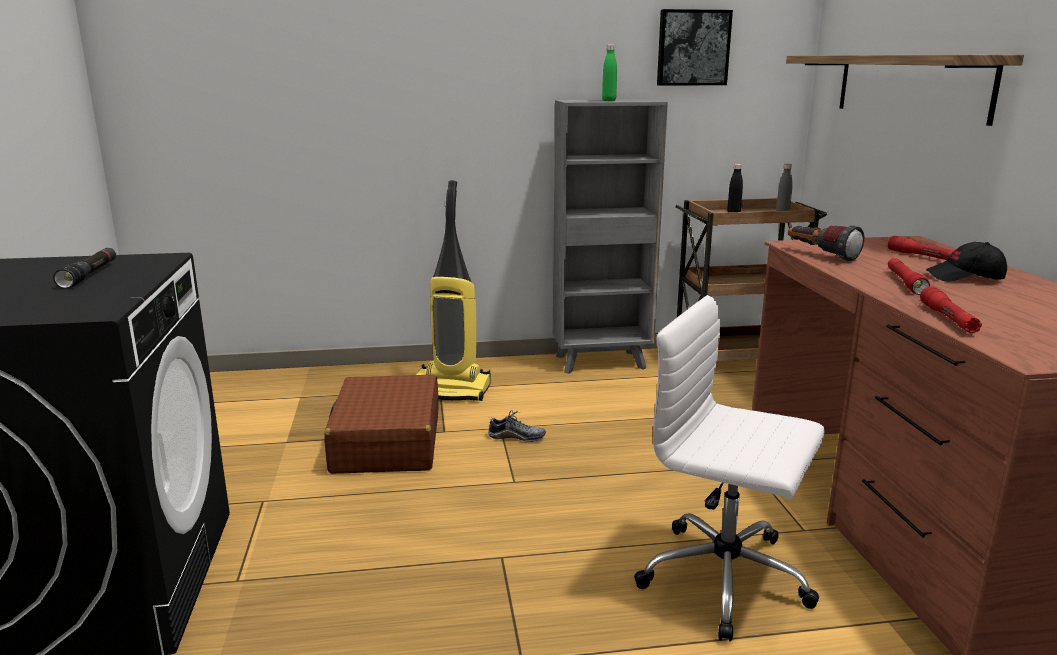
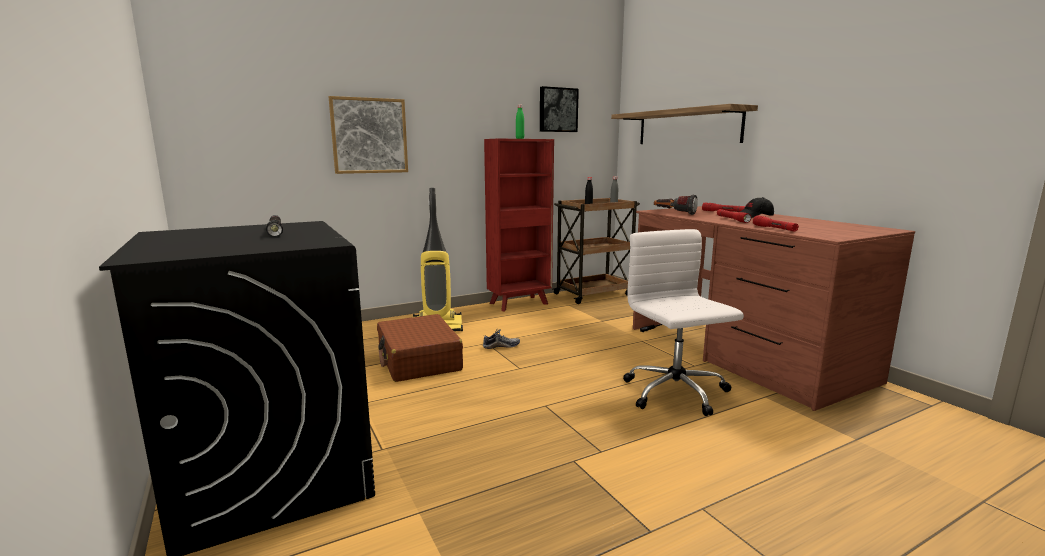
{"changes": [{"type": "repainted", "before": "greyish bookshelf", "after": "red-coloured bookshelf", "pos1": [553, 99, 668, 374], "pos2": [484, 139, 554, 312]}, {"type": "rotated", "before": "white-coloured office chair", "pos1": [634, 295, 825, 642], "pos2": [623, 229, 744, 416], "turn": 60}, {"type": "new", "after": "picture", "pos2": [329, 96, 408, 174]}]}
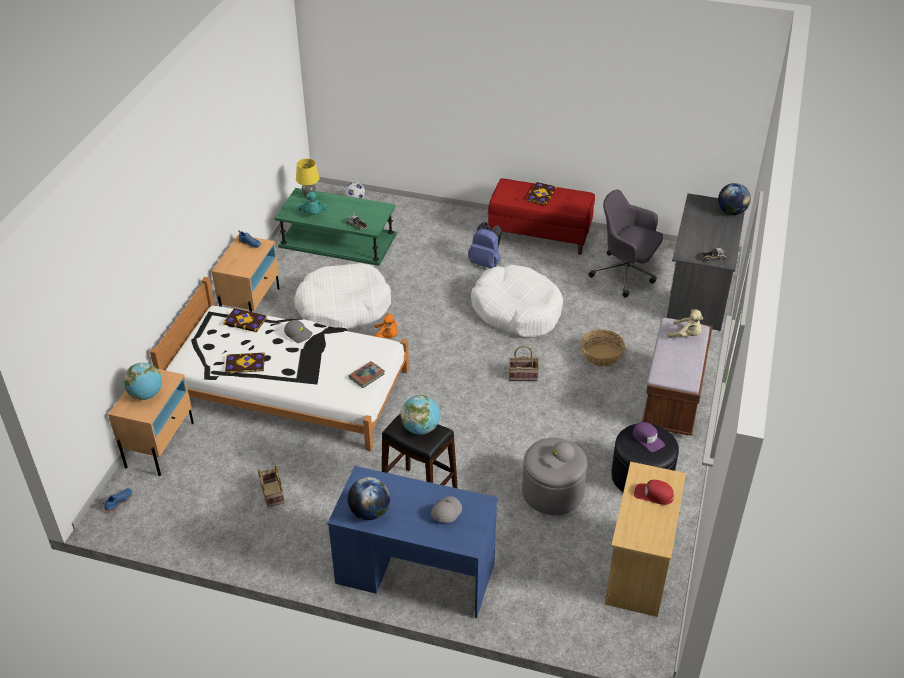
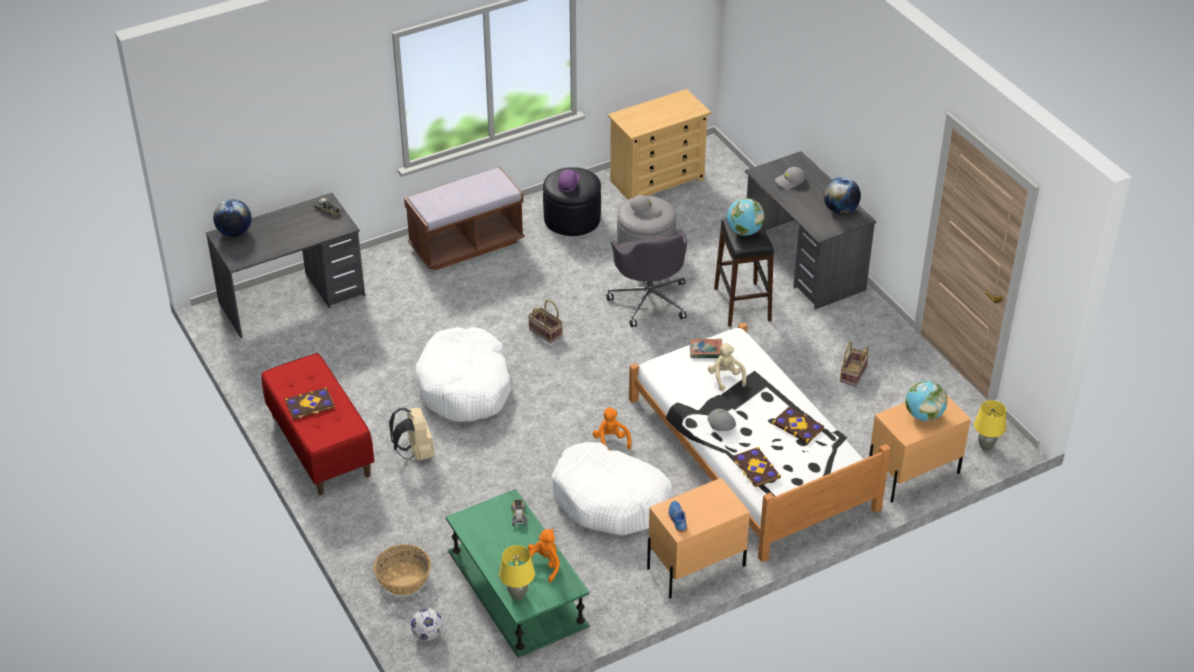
{"changes": [{"type": "shifted", "before": "greyish office chair", "pos1": [588, 190, 663, 298], "pos2": [606, 229, 687, 327]}, {"type": "repainted", "before": "blue-green cuddly toy", "after": "orange-coloured cuddly toy", "pos1": [298, 191, 327, 215], "pos2": [528, 529, 560, 583]}, {"type": "repainted", "before": "bluish backpack", "after": "beige-coloured backpack", "pos1": [468, 222, 502, 268], "pos2": [389, 408, 435, 460]}, {"type": "shifted", "before": "beige-coloured cuddly toy", "pos1": [667, 309, 703, 338], "pos2": [708, 343, 746, 391]}, {"type": "shifted", "before": "storage basket", "pos1": [581, 329, 625, 367], "pos2": [374, 544, 431, 595]}, {"type": "repainted", "before": "bluish desk unit", "after": "greyish desk unit", "pos1": [327, 466, 498, 618], "pos2": [745, 151, 876, 310]}, {"type": "gone", "before": "red-coloured baseball cap", "pos1": [634, 480, 674, 505]}, {"type": "swapped", "before": "bluish item of footwear", "after": "yellow-coloured tabletop lamp", "pos1": [103, 488, 132, 513], "pos2": [974, 400, 1006, 451]}]}
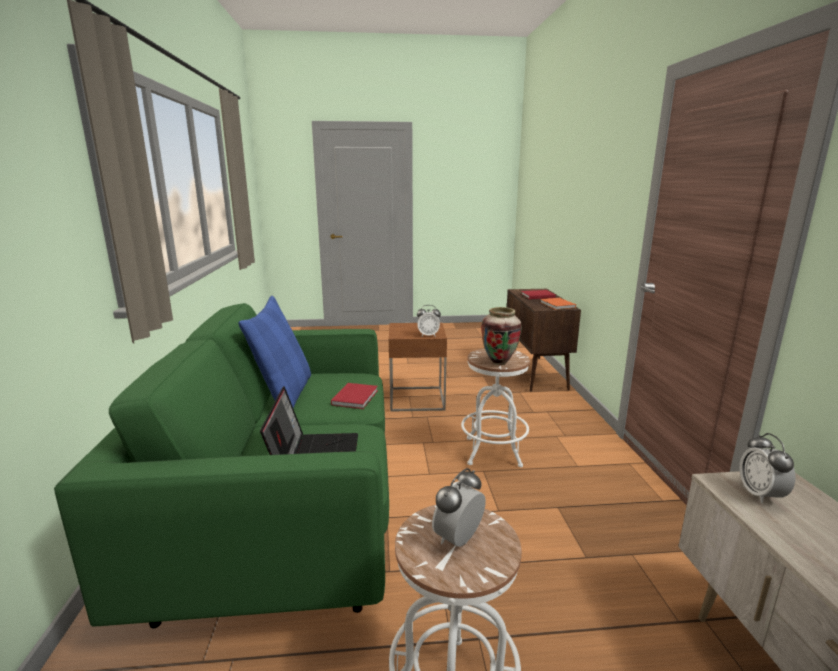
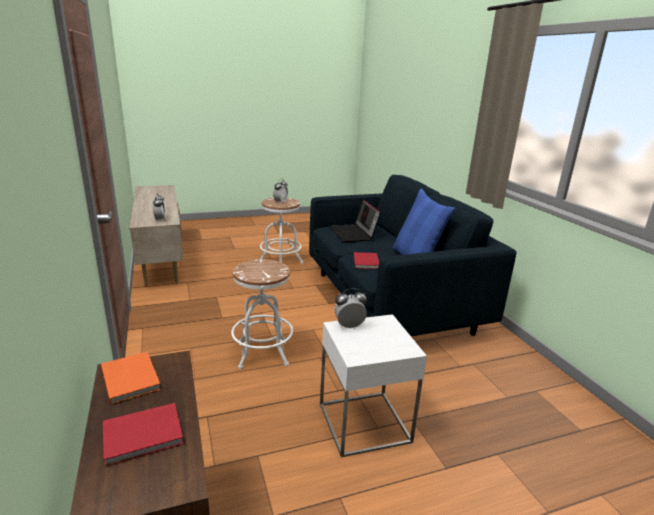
{"changes": [{"type": "repainted", "before": "green couch", "after": "bluish couch", "pos1": [54, 303, 389, 628], "pos2": [309, 175, 517, 336]}, {"type": "gone", "before": "decorative vase", "pos1": [481, 307, 522, 365]}, {"type": "repainted", "before": "brownish accent table", "after": "white-coloured accent table", "pos1": [389, 322, 447, 412], "pos2": [320, 314, 427, 457]}]}
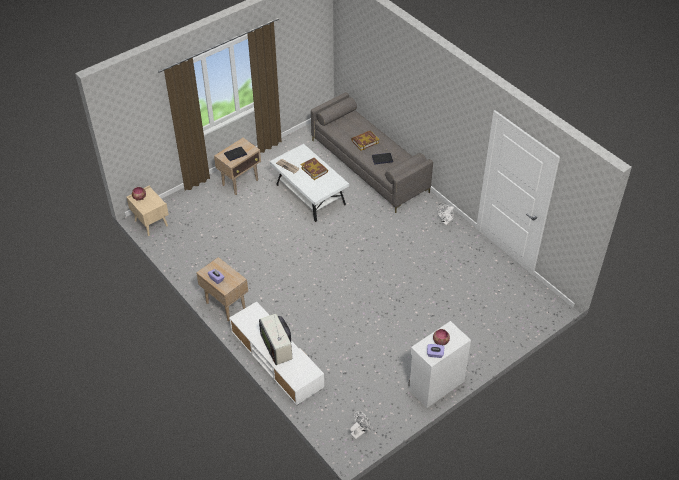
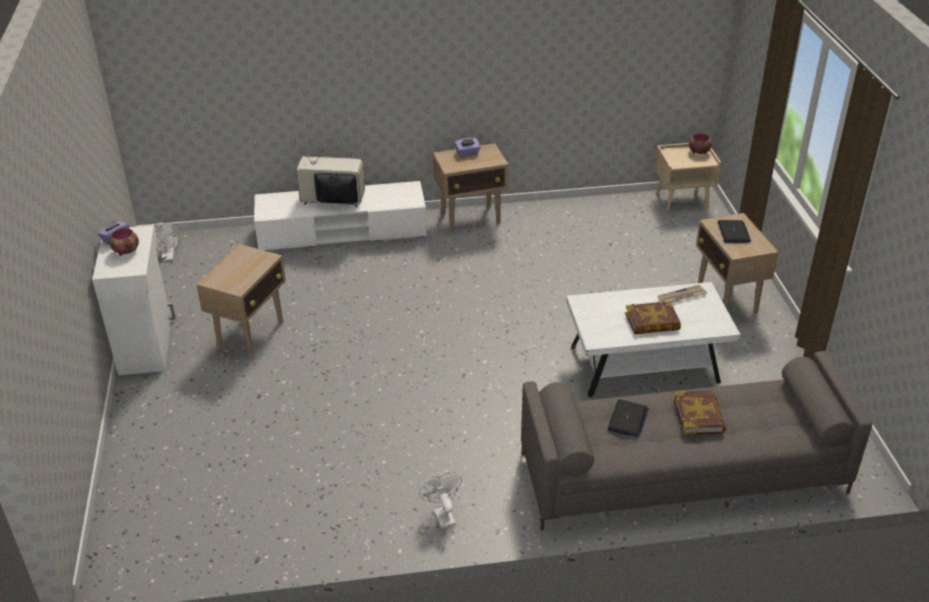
{"changes": [{"type": "new", "after": "beige-coloured accent table", "pos2": [197, 244, 286, 357]}]}
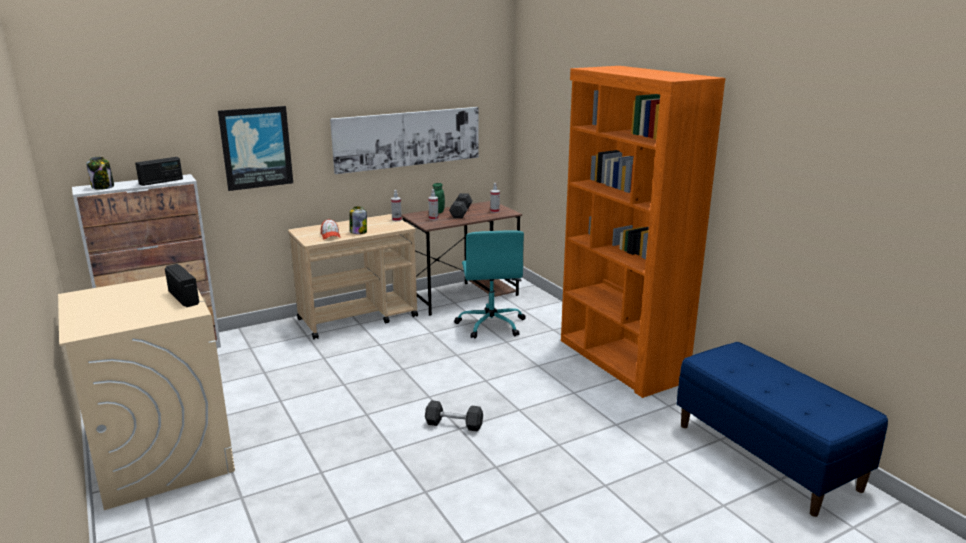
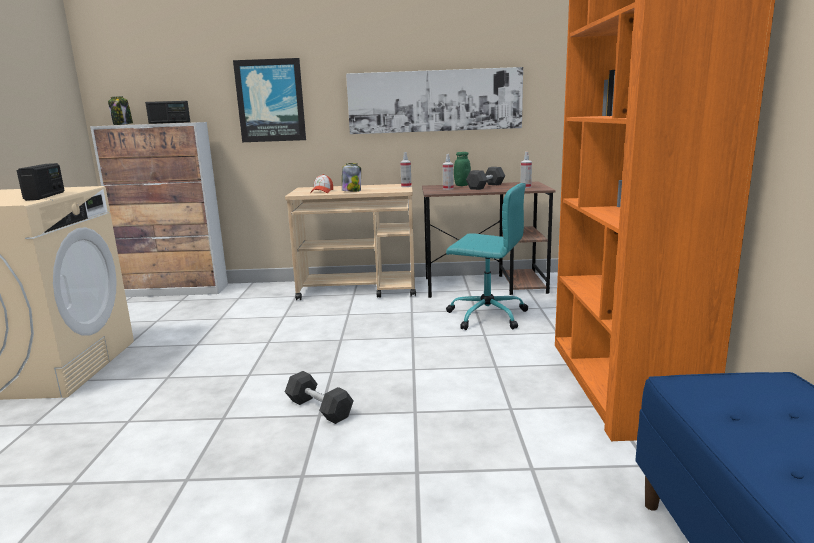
{"changes": [{"type": "rotated", "before": "blue-green office chair", "pos1": [454, 230, 526, 339], "pos2": [446, 183, 528, 330], "turn": -90}]}
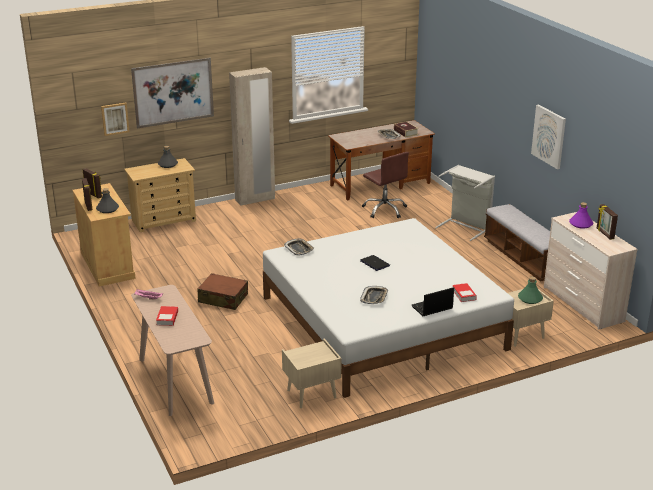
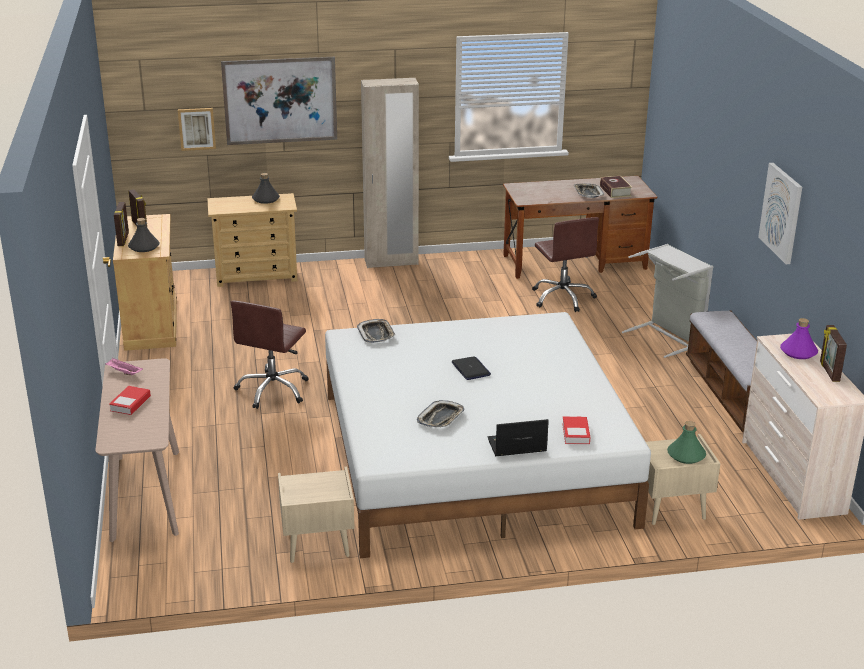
{"changes": [{"type": "swapped", "before": "brownish travel case", "after": "brownish office chair", "pos1": [198, 273, 248, 310], "pos2": [231, 300, 309, 409]}]}
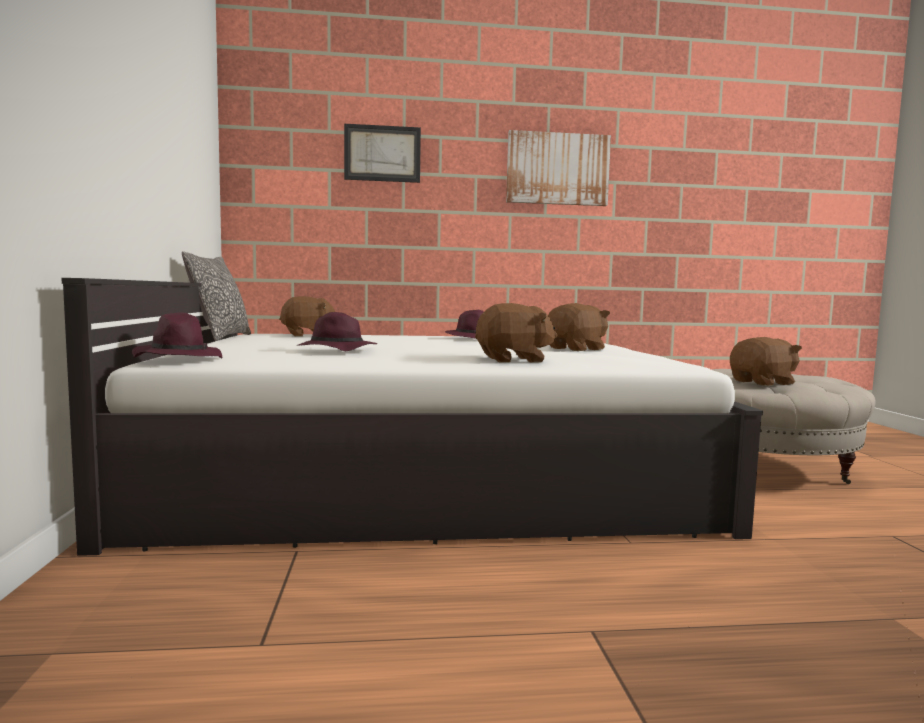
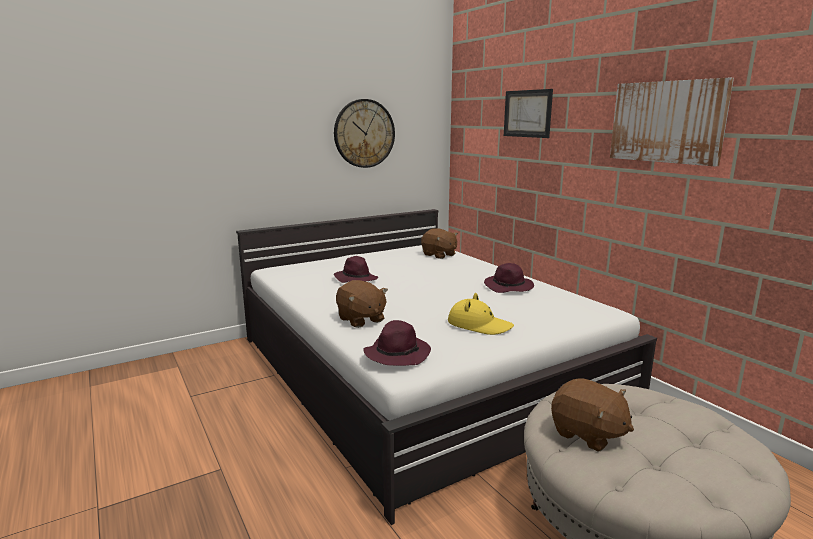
{"changes": [{"type": "gone", "before": "cushion", "pos1": [182, 251, 251, 341]}, {"type": "swapped", "before": "brownish cuddly toy", "after": "yellow-coloured wearable hat", "pos1": [548, 303, 610, 351], "pos2": [448, 293, 514, 335]}, {"type": "shifted", "before": "purplish wearable hat", "pos1": [132, 313, 222, 358], "pos2": [363, 320, 431, 366]}, {"type": "new", "after": "clock on the wall", "pos2": [334, 99, 395, 168]}]}
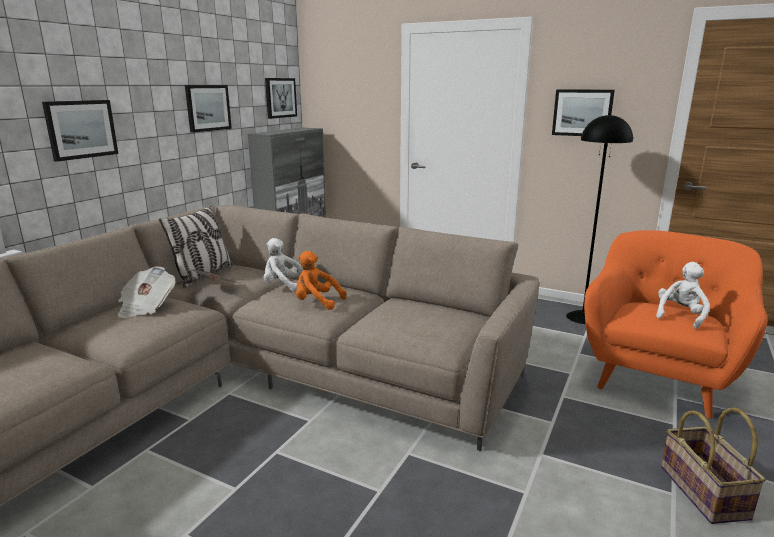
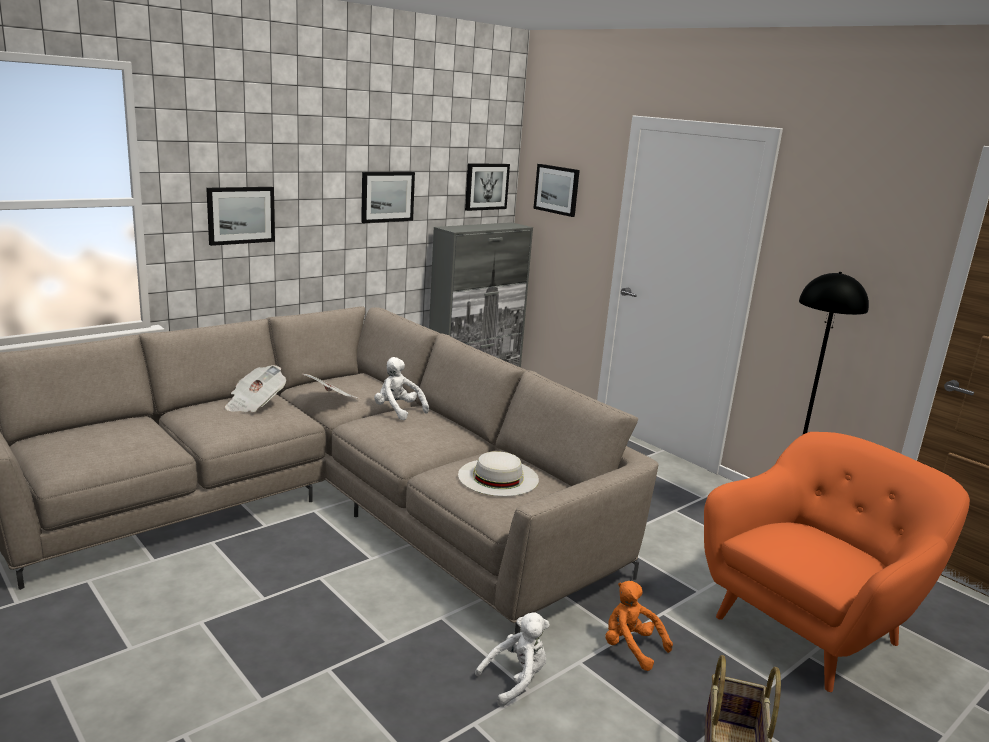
{"changes": [{"type": "shifted", "before": "picture", "pos1": [552, 89, 615, 136], "pos2": [533, 164, 580, 217]}, {"type": "gone", "before": "cushion", "pos1": [159, 206, 233, 288]}, {"type": "shifted", "before": "orange-coloured cuddly toy", "pos1": [296, 251, 347, 310], "pos2": [605, 581, 673, 671]}, {"type": "shifted", "before": "white-coloured cuddly toy", "pos1": [656, 262, 710, 329], "pos2": [475, 612, 550, 707]}, {"type": "new", "after": "white-coloured wearable hat", "pos2": [458, 451, 539, 496]}]}
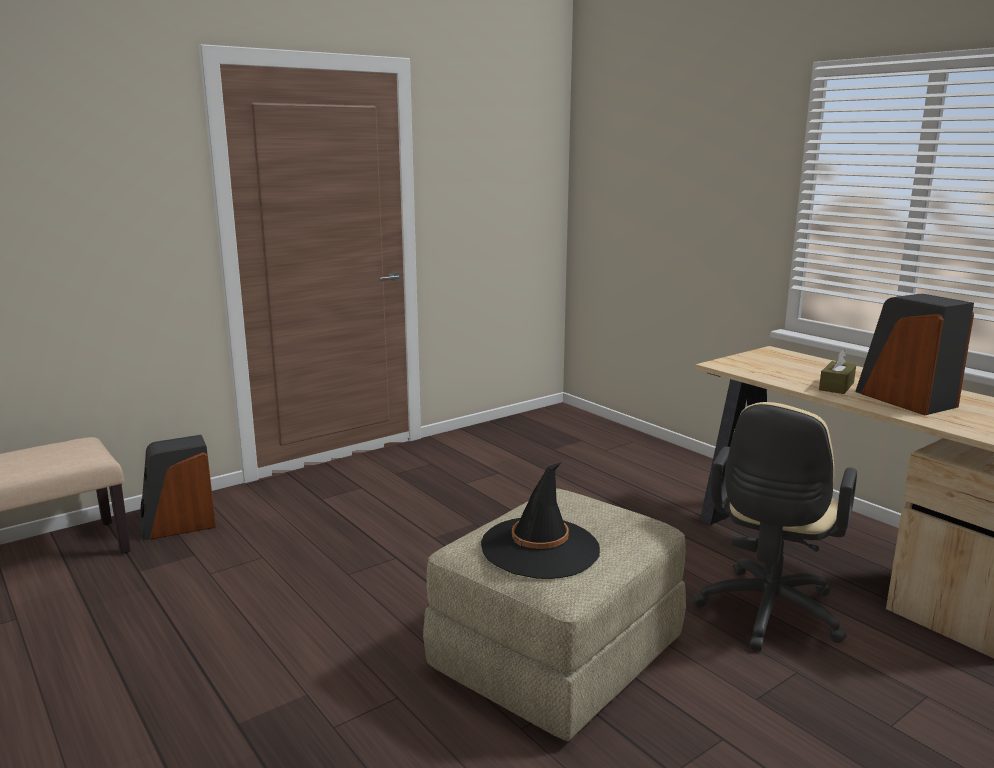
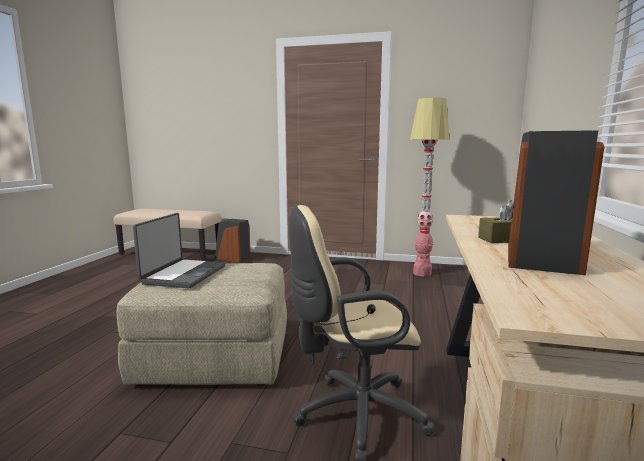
{"changes": [{"type": "swapped", "before": "black-coloured wearable hat", "after": "portable computer", "pos1": [481, 462, 600, 579], "pos2": [133, 213, 226, 288]}, {"type": "new", "after": "standing lamp", "pos2": [410, 98, 450, 277]}]}
